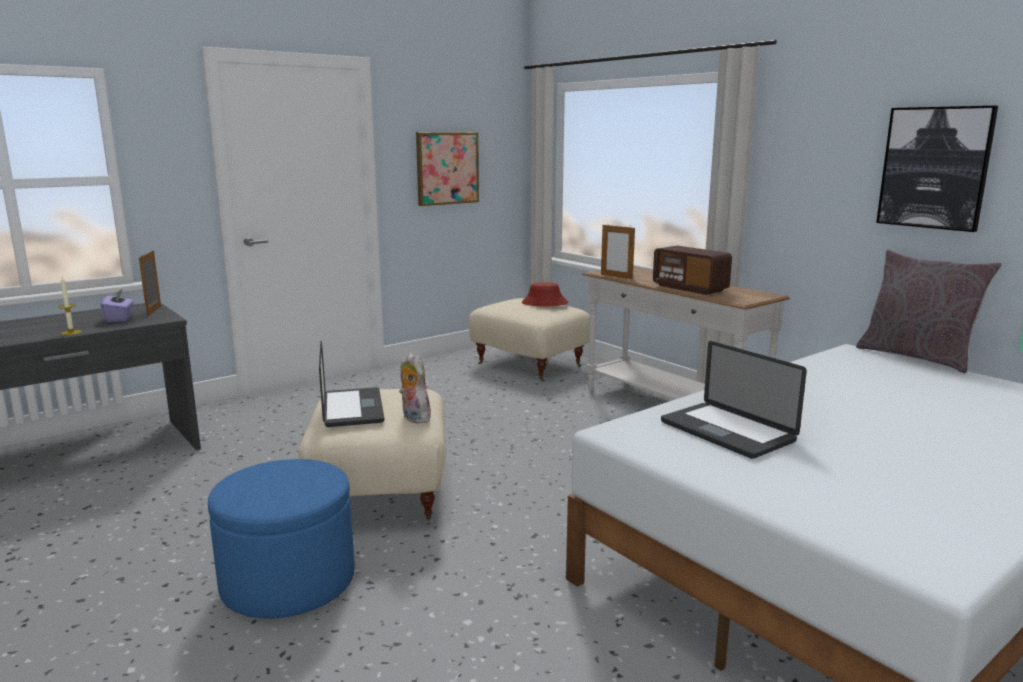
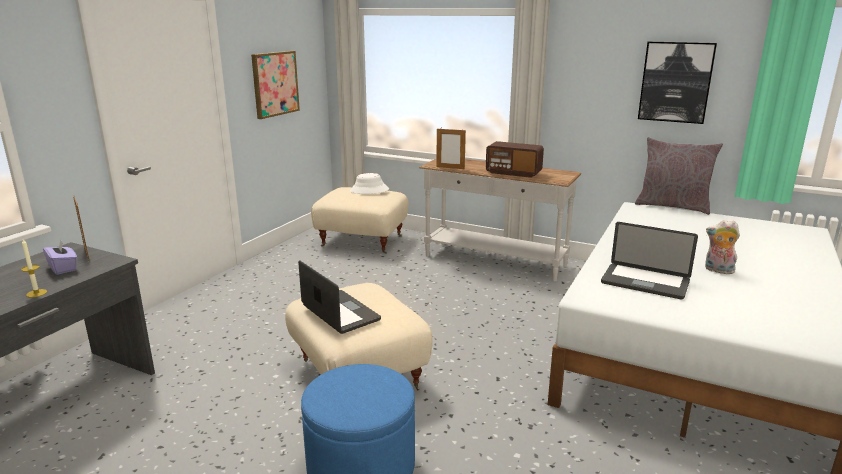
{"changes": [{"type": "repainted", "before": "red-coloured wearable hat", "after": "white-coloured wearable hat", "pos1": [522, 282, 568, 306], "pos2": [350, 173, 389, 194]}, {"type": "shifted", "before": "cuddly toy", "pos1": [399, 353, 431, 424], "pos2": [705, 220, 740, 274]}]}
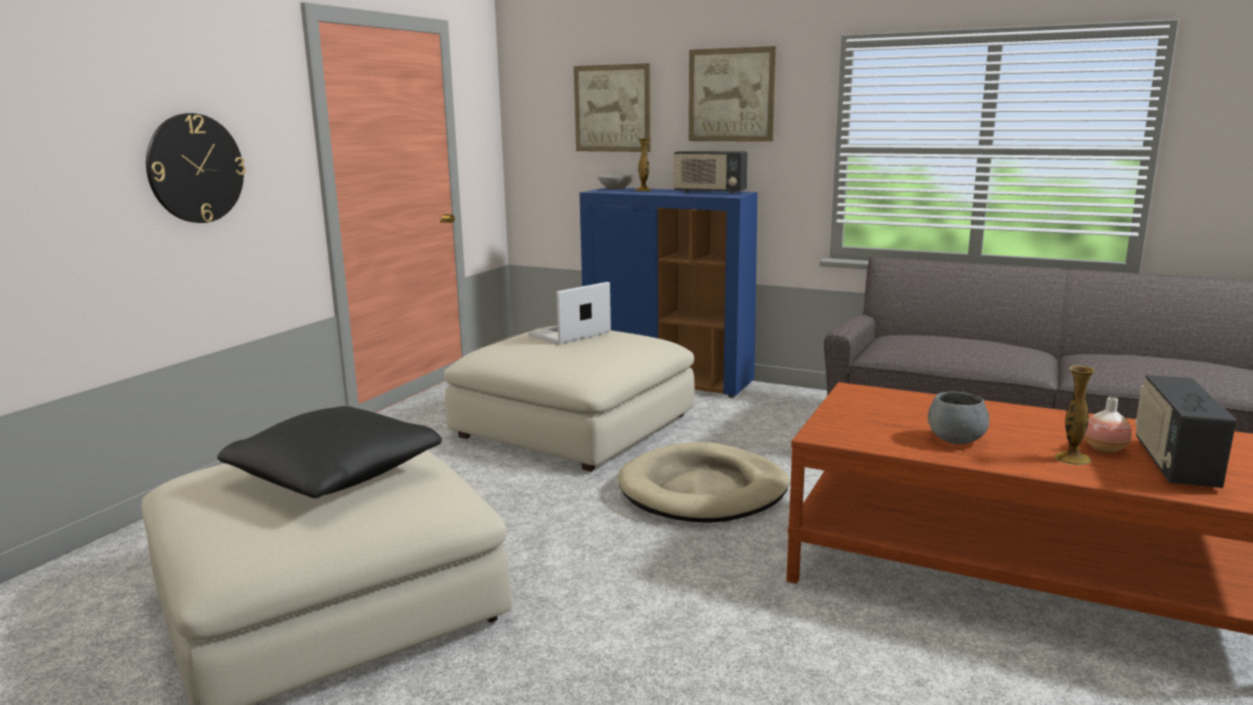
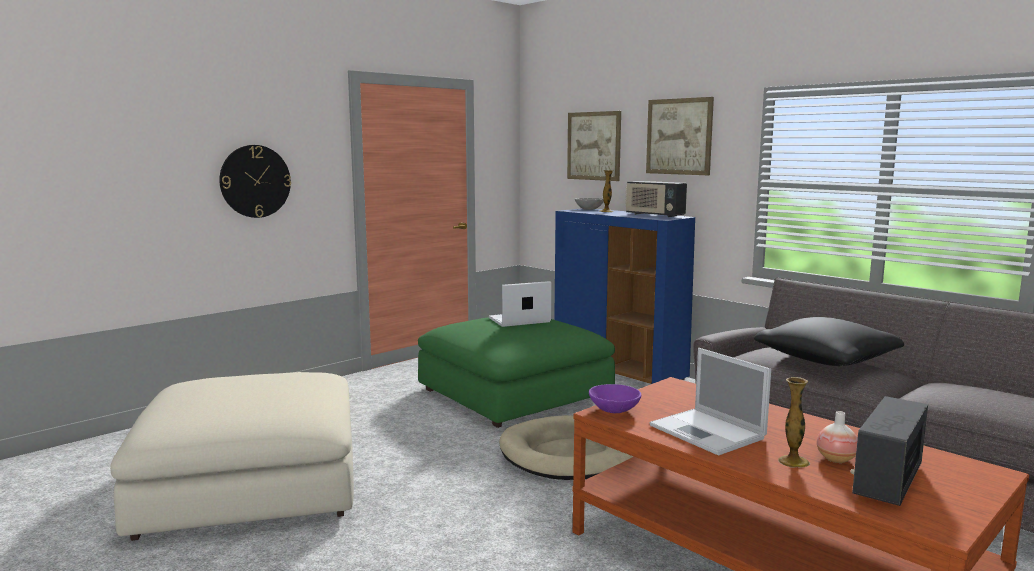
{"changes": [{"type": "repainted", "before": "beige-coloured ottoman", "after": "green ottoman", "pos1": [444, 325, 695, 472], "pos2": [418, 317, 615, 428]}, {"type": "swapped", "before": "greyish bowl", "after": "portable computer", "pos1": [928, 391, 989, 444], "pos2": [650, 348, 771, 456]}, {"type": "shifted", "before": "black-coloured cushion", "pos1": [217, 406, 442, 498], "pos2": [754, 317, 904, 366]}, {"type": "new", "after": "purplish bowl", "pos2": [589, 384, 641, 413]}]}
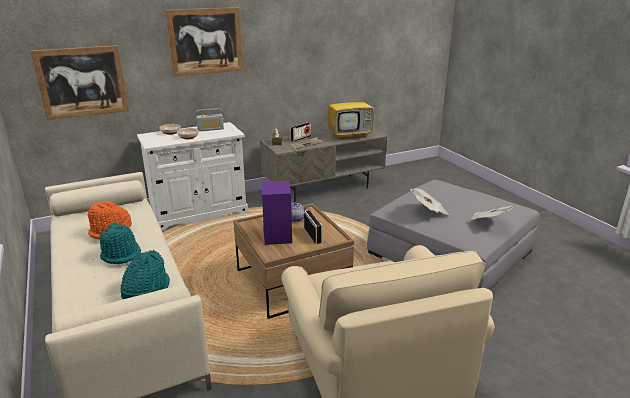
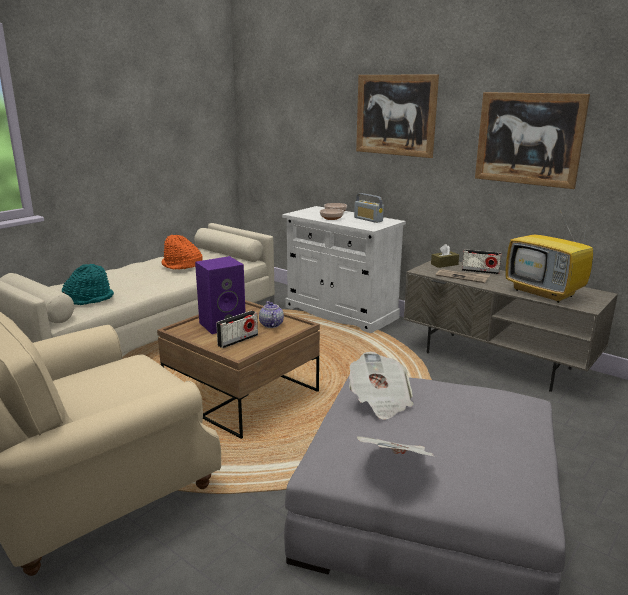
{"changes": [{"type": "shifted", "before": "picture", "pos1": [31, 45, 129, 120], "pos2": [475, 92, 590, 189]}, {"type": "gone", "before": "blue-green wearable hat", "pos1": [99, 222, 141, 264]}]}
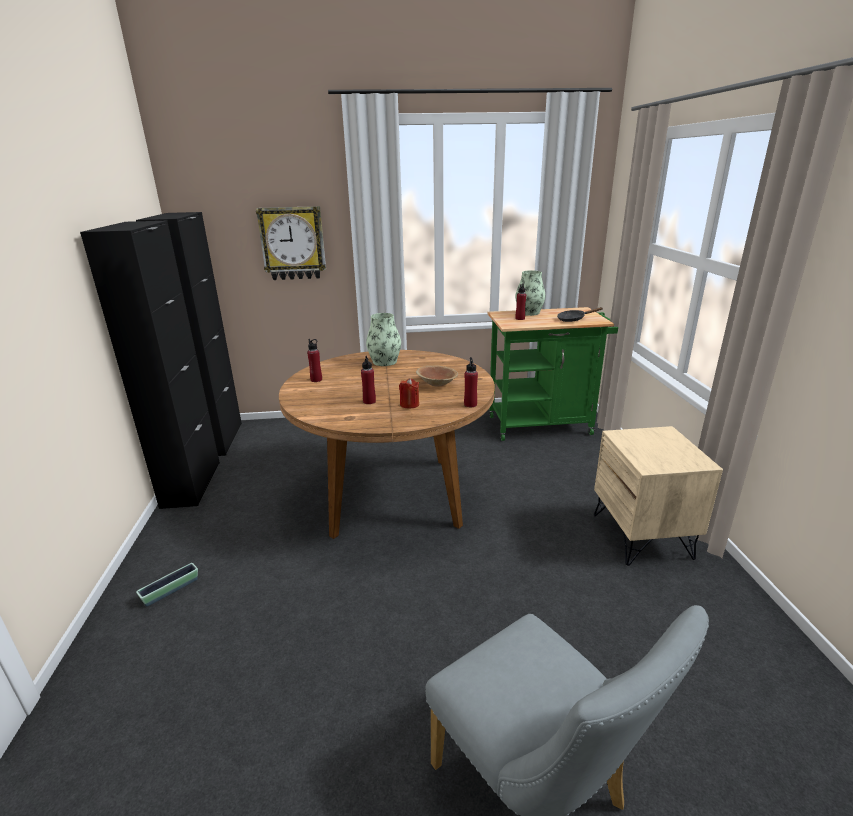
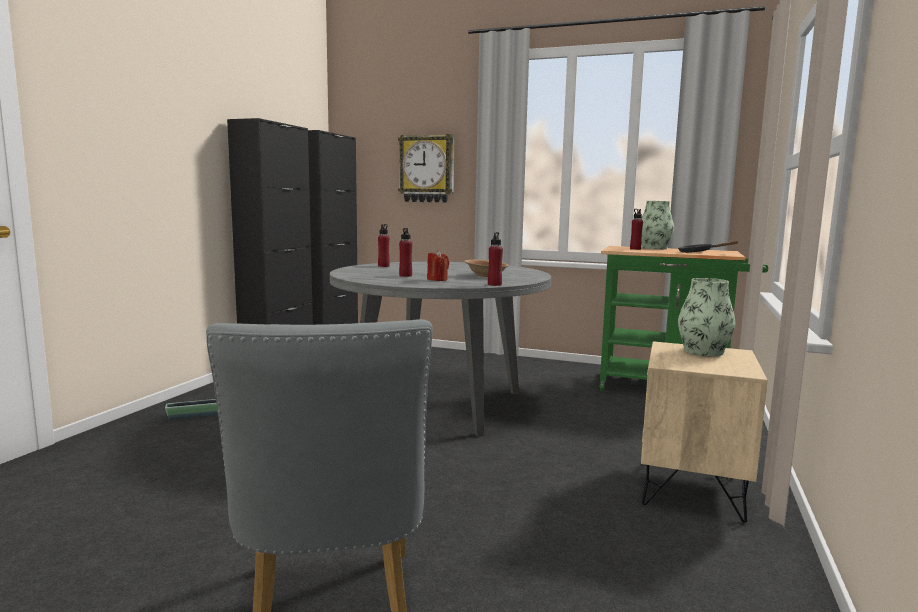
{"changes": [{"type": "shifted", "before": "decorative vase", "pos1": [366, 313, 401, 366], "pos2": [678, 278, 736, 357]}, {"type": "repainted", "before": "brownish kitchen table", "after": "greyish kitchen table", "pos1": [279, 350, 495, 539], "pos2": [330, 262, 551, 437]}]}
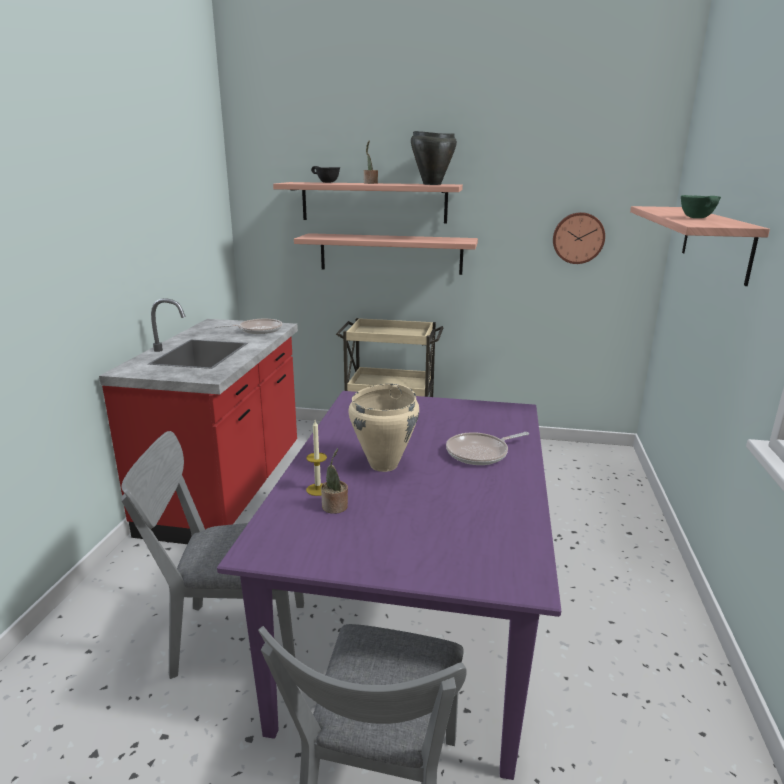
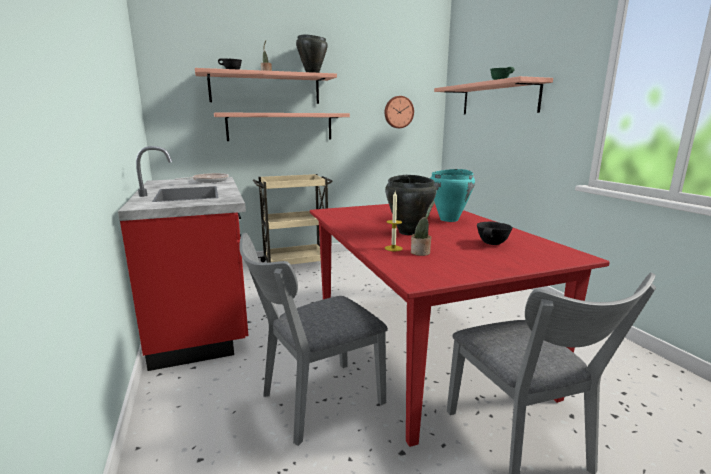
{"changes": [{"type": "repainted", "before": "beige-coloured stockpot", "after": "black-coloured stockpot", "pos1": [348, 384, 419, 472], "pos2": [385, 175, 437, 235]}, {"type": "repainted", "before": "purplish kitchen table", "after": "red-coloured kitchen table", "pos1": [217, 391, 561, 780], "pos2": [310, 203, 610, 447]}, {"type": "swapped", "before": "skillet", "after": "blue-green stockpot", "pos1": [446, 432, 529, 465], "pos2": [430, 169, 475, 222]}, {"type": "new", "after": "black-coloured bowl", "pos2": [477, 221, 513, 245]}]}
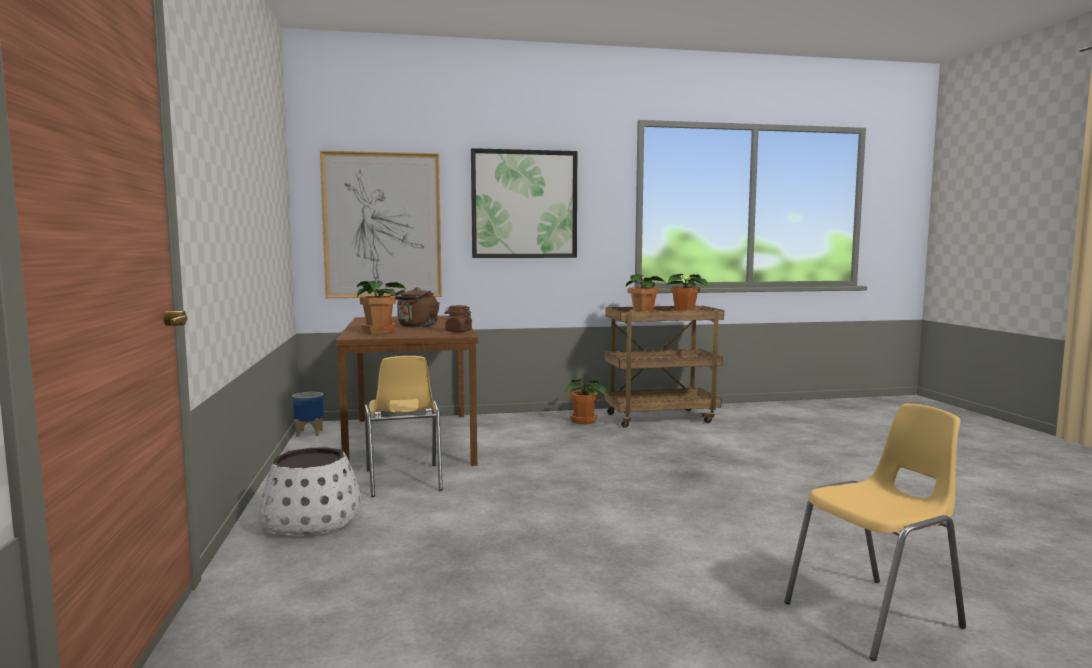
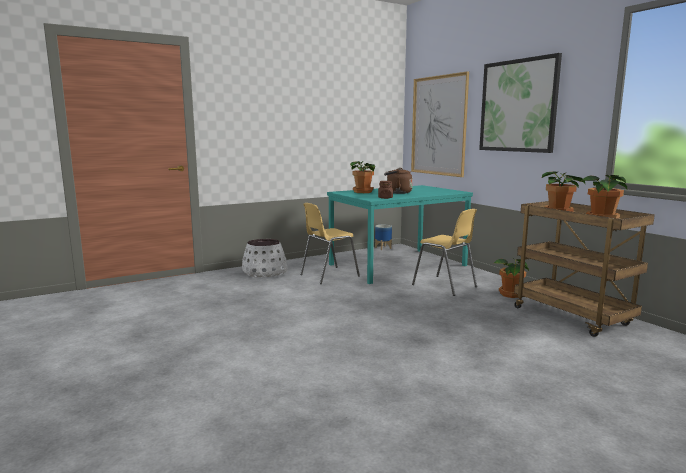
{"changes": [{"type": "repainted", "before": "brownish kitchen table", "after": "blue-green kitchen table", "pos1": [335, 316, 478, 473], "pos2": [327, 185, 473, 284]}, {"type": "shifted", "before": "yellow-coloured upright chair", "pos1": [784, 403, 966, 661], "pos2": [412, 209, 477, 296]}]}
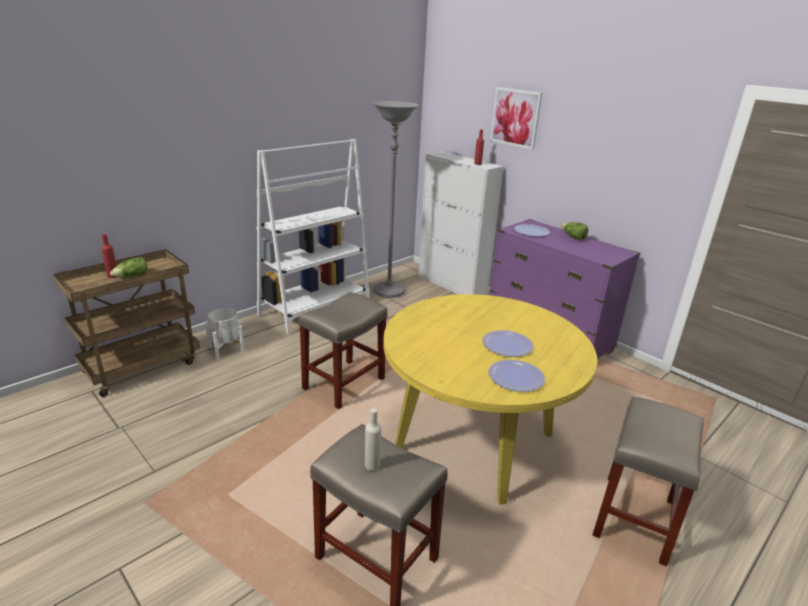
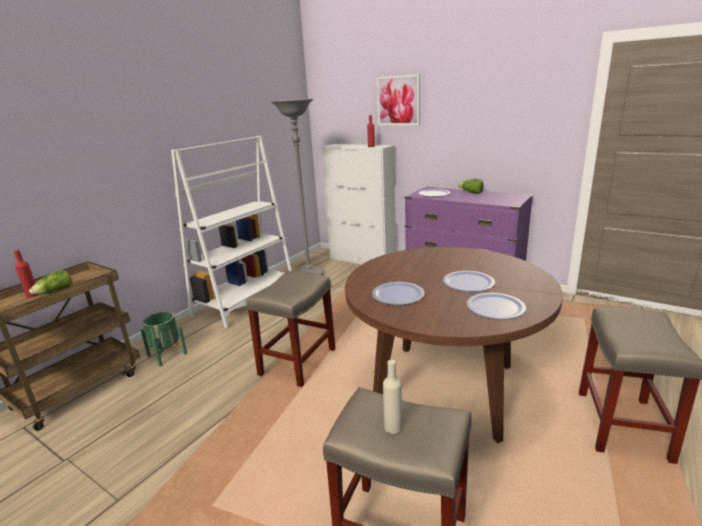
{"changes": [{"type": "repainted", "before": "yellow-coloured kitchen table", "after": "brownish kitchen table", "pos1": [383, 294, 598, 505], "pos2": [345, 247, 563, 443]}, {"type": "repainted", "before": "white-coloured flower pot", "after": "green flower pot", "pos1": [205, 308, 245, 360], "pos2": [141, 312, 187, 366]}, {"type": "new", "after": "plate", "pos2": [372, 282, 425, 305]}]}
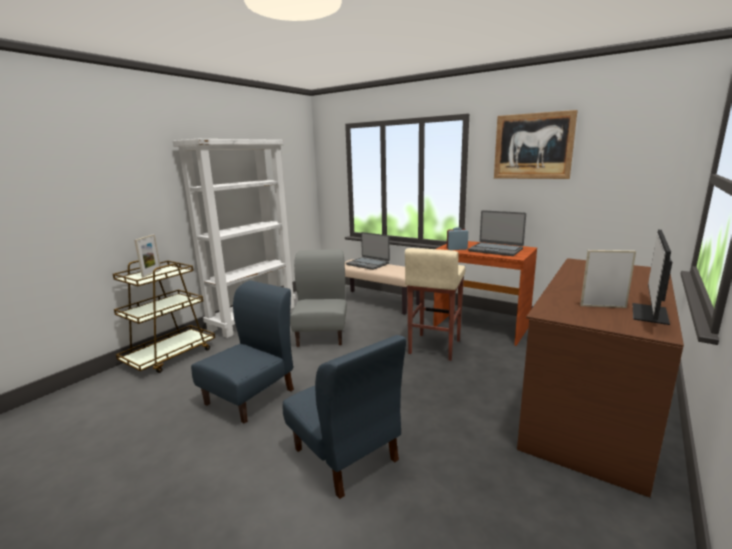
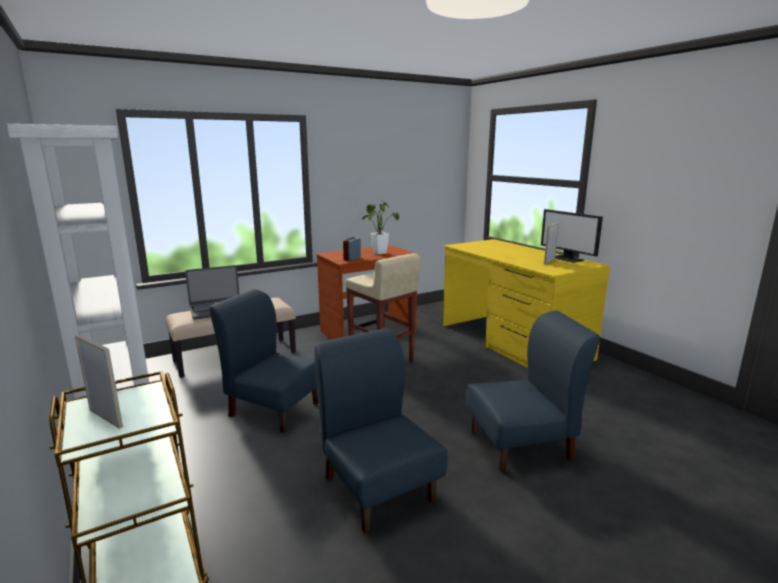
{"changes": [{"type": "gone", "before": "picture", "pos1": [494, 110, 578, 179]}, {"type": "swapped", "before": "portable computer", "after": "houseplant", "pos1": [468, 210, 526, 256], "pos2": [362, 201, 399, 255]}, {"type": "repainted", "before": "greyish upright chair", "after": "bluish upright chair", "pos1": [290, 249, 347, 347], "pos2": [209, 289, 318, 433]}, {"type": "repainted", "before": "brownish desk unit", "after": "yellow-coloured desk unit", "pos1": [517, 258, 684, 498], "pos2": [443, 239, 610, 368]}]}
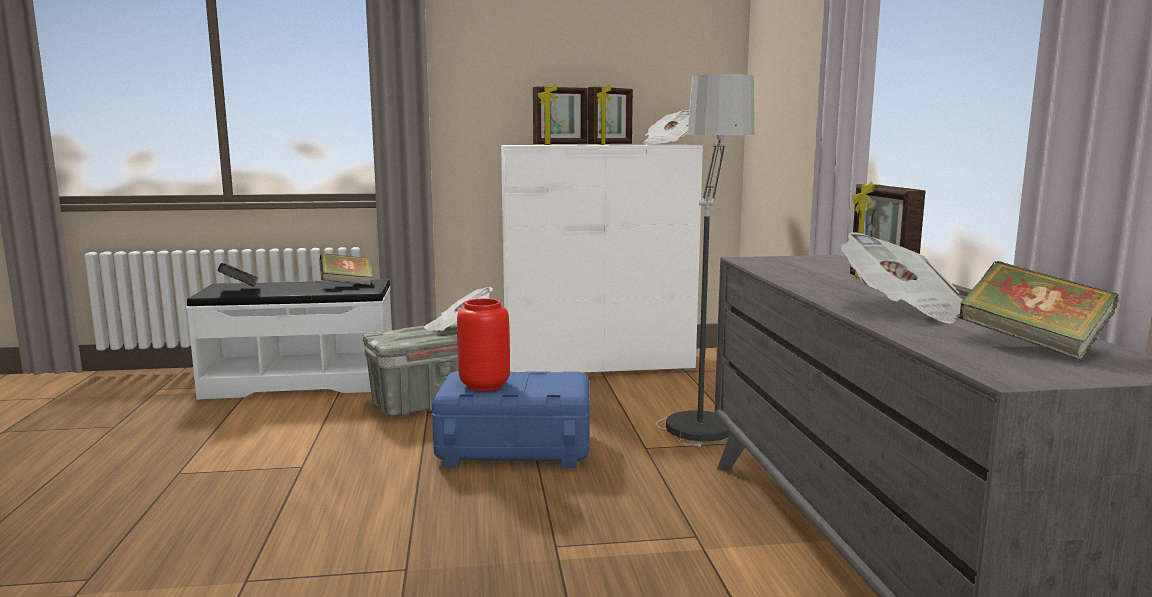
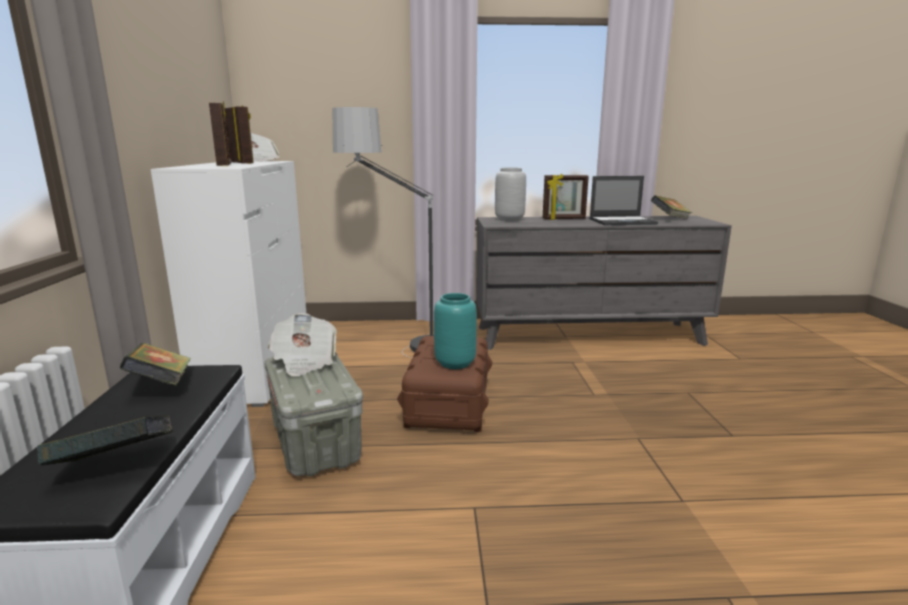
{"changes": [{"type": "swapped", "before": "daily paper", "after": "portable computer", "pos1": [841, 232, 963, 324], "pos2": [590, 176, 658, 225]}, {"type": "repainted", "before": "red-coloured decorative vase", "after": "blue-green decorative vase", "pos1": [457, 298, 510, 391], "pos2": [434, 293, 477, 369]}, {"type": "repainted", "before": "bluish storage bin", "after": "brownish storage bin", "pos1": [432, 371, 590, 468], "pos2": [397, 336, 493, 432]}, {"type": "new", "after": "greyish decorative vase", "pos2": [495, 168, 526, 221]}]}
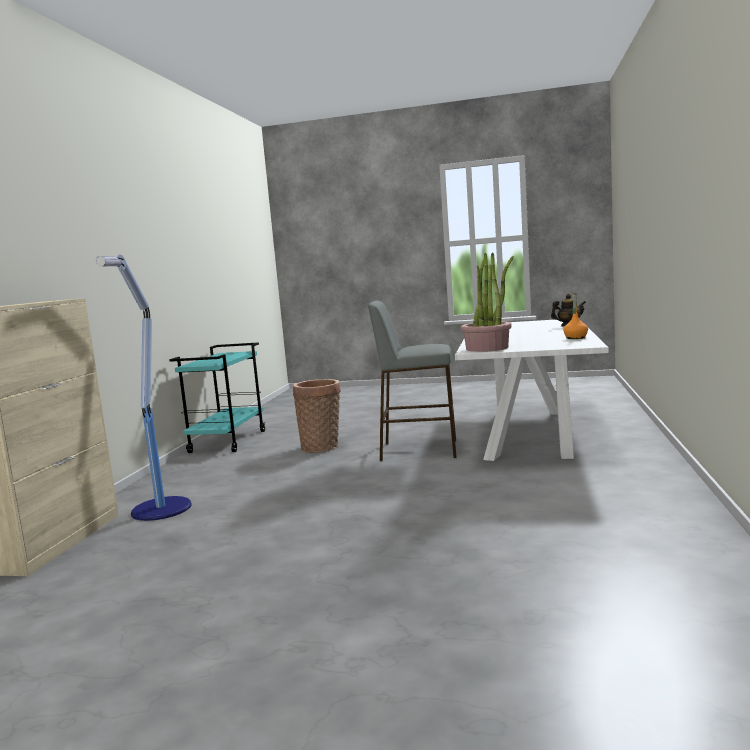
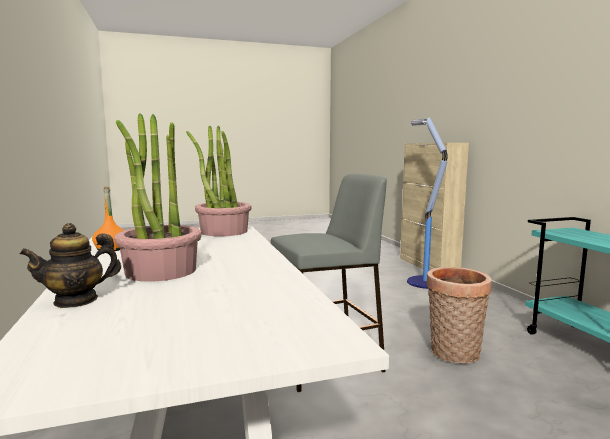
{"changes": [{"type": "new", "after": "houseplant", "pos2": [114, 113, 202, 282]}]}
